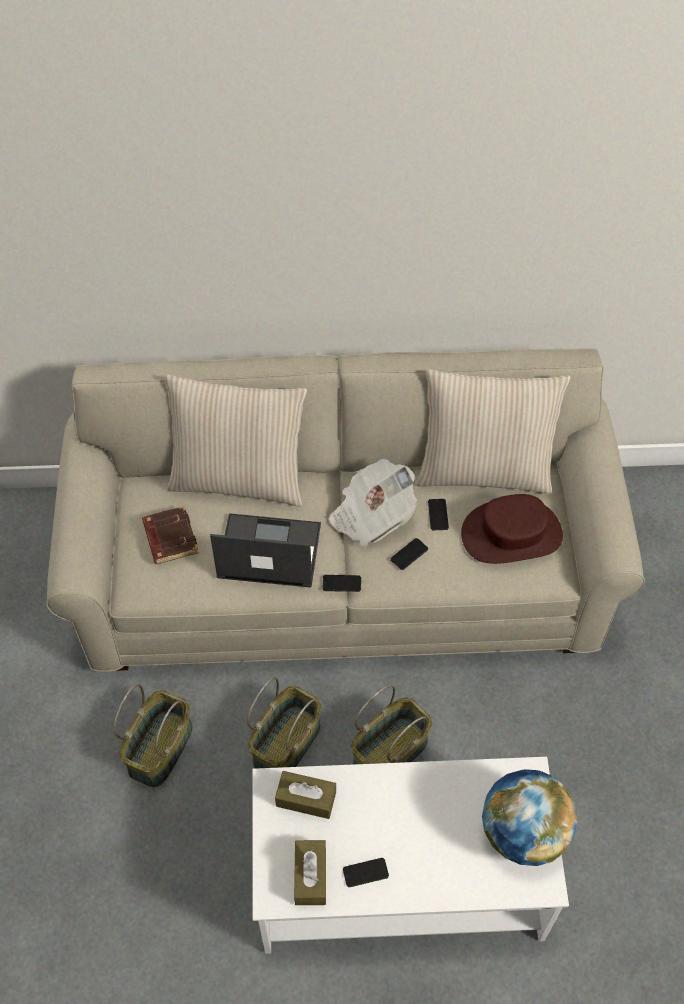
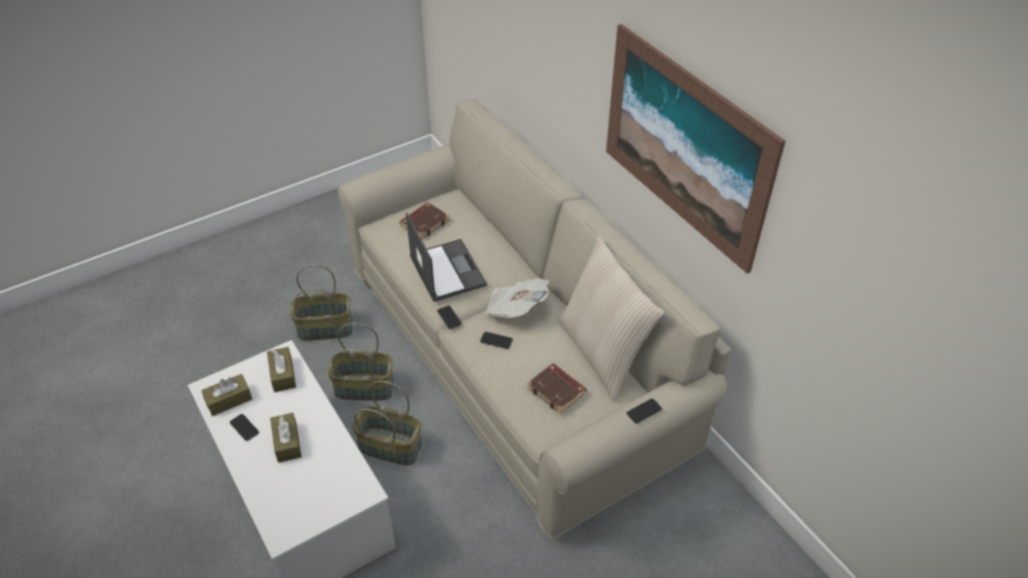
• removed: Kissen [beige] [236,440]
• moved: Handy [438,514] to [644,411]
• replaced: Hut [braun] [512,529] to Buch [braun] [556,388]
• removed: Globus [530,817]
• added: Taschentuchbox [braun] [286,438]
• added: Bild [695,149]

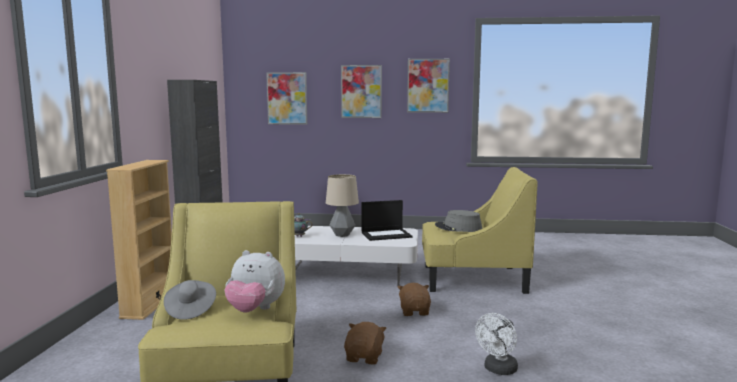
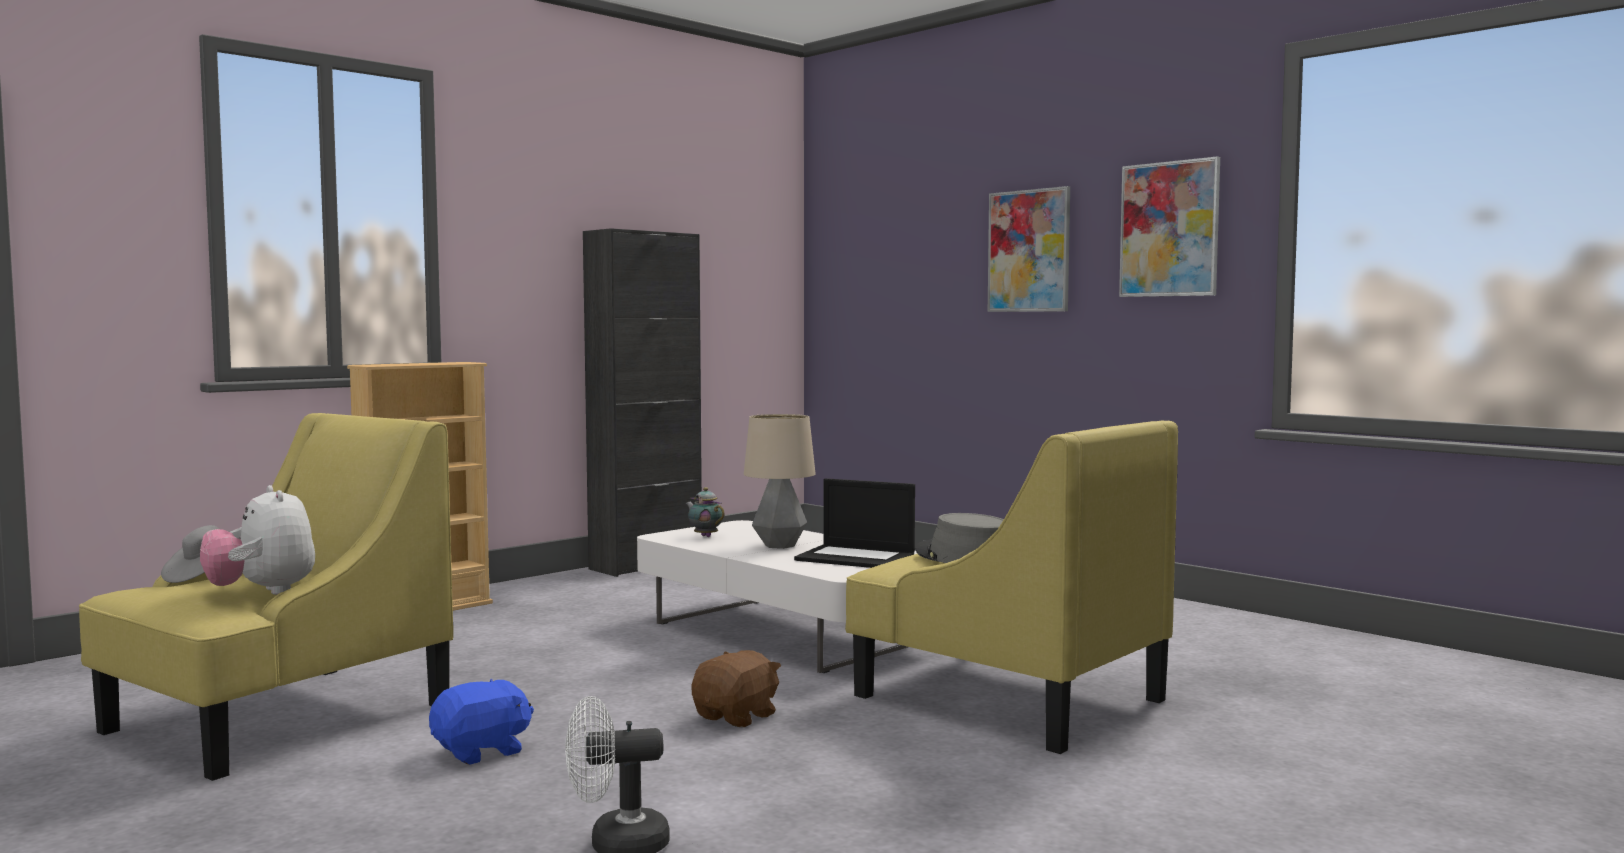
• removed: Bild [286,98]
• recoloured: Plüschtier [braun] [365,343] to Plüschtier [blau] [481,722]

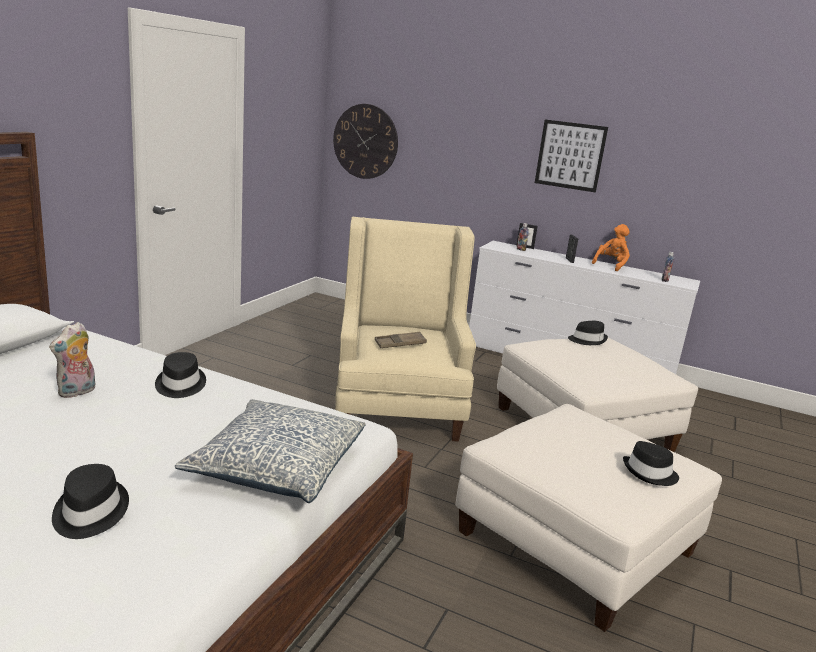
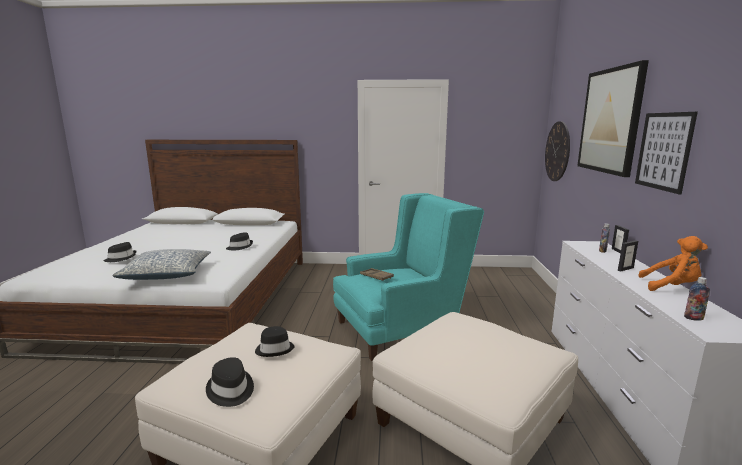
• removed: Plüschtier [72,360]
• recoloured: Sessel [beige] [405,329] to Sessel [türkis] [408,277]
• moved: Hut [schwarz] [588,333] to [275,341]
• added: Bild [613,118]

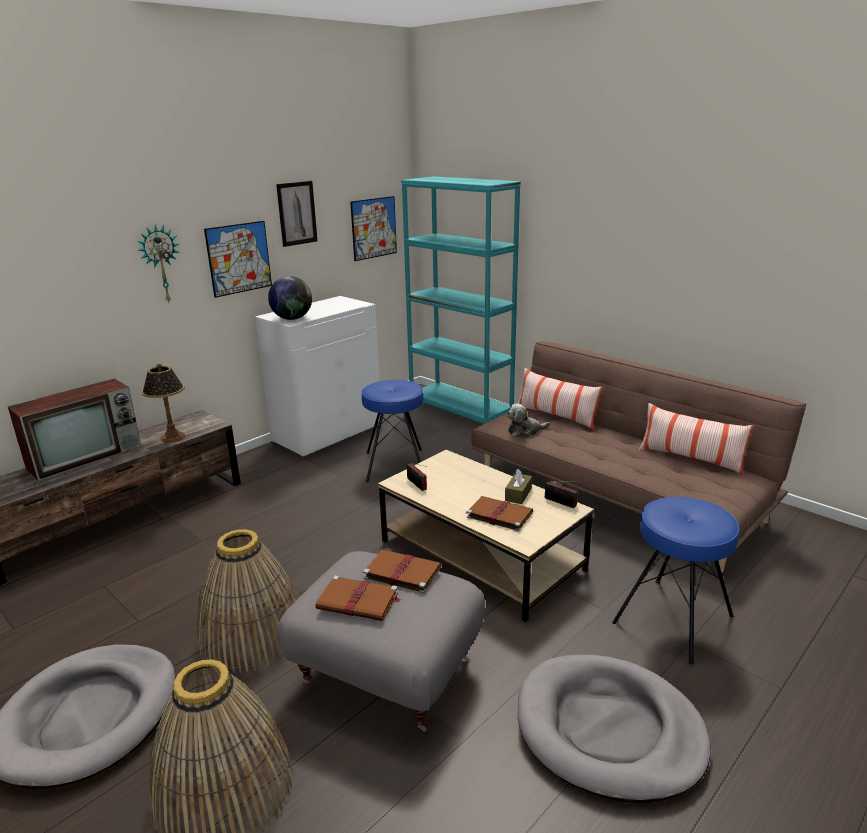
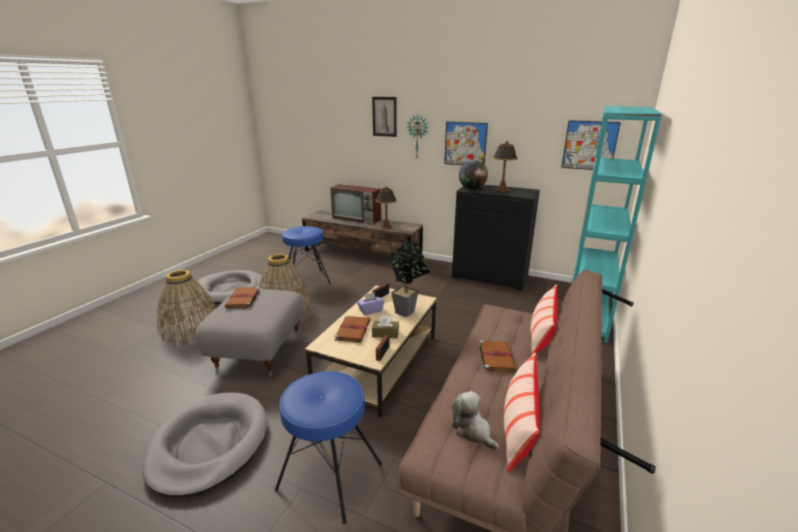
• recoloured: Schrank [weiß] [318,377] to Schrank [schwarz] [496,237]
• moved: Bild [297,214] to [384,117]
• moved: Hocker [blau] [393,431] to [306,256]
• moved: Buch [braun] [401,571] to [497,356]
• moved: Plüschtier [528,420] to [475,420]
• added: Taschentuchbox [lila] [370,303]
• added: Topfpflanze [410,278]
• added: Tischlampe [505,166]

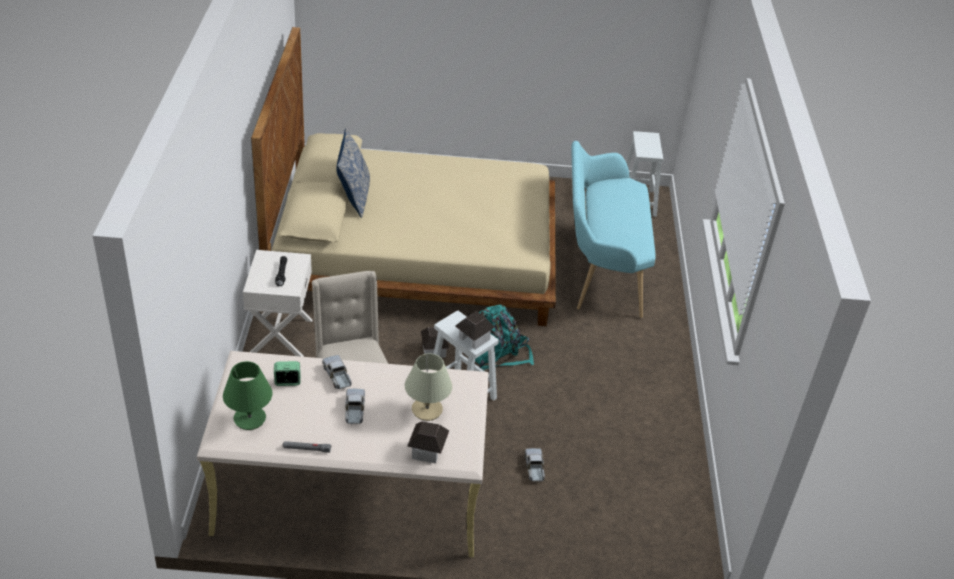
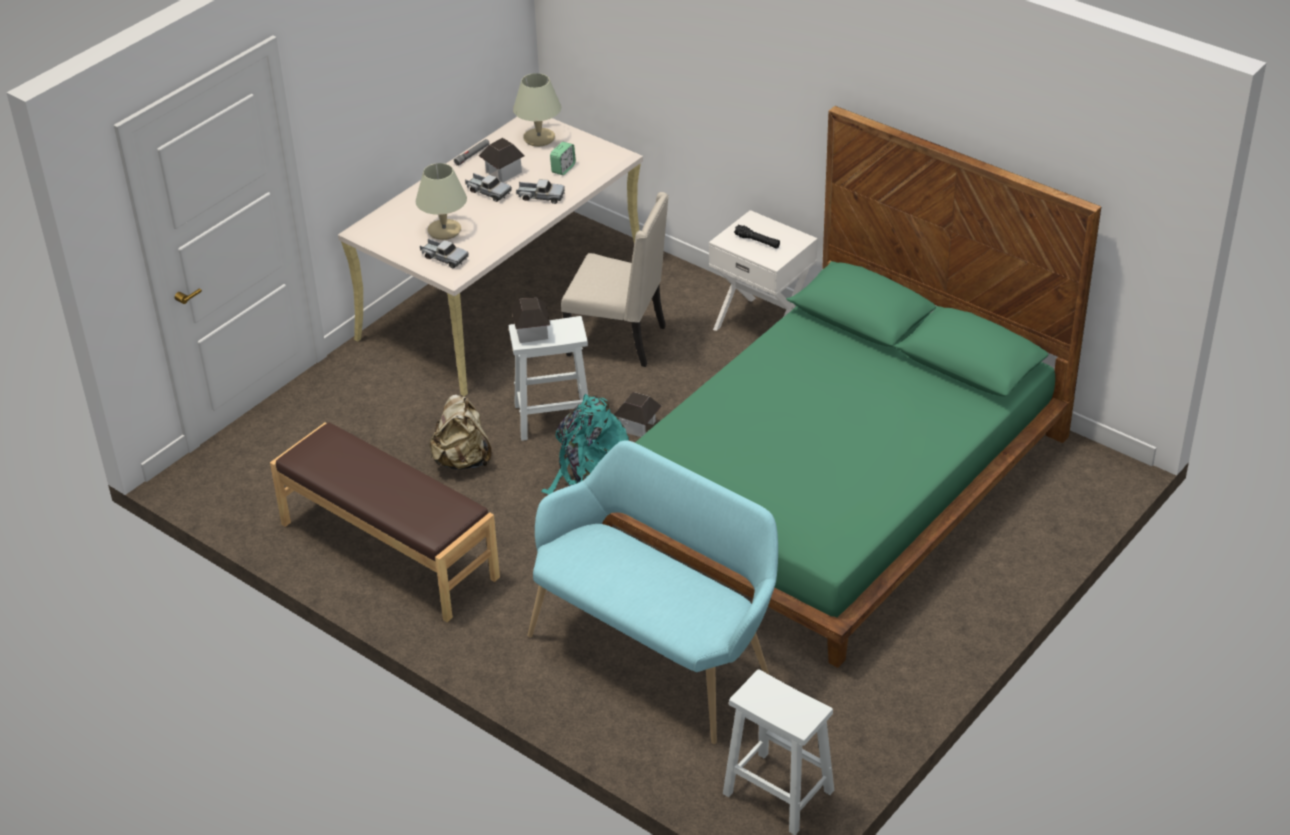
• recoloured: Tischlampe [grün] [248,395] to Tischlampe [beige] [537,109]
• recoloured: Bett [beige] [403,176] to Bett [grün] [851,387]
• removed: Kissen [353,173]
• moved: Spielzeughaus [428,442] to [502,160]
• moved: Spielzeuglaster [535,465] to [444,253]
• added: Bank [braun] [385,522]
• added: Rucksack [beige] [461,432]

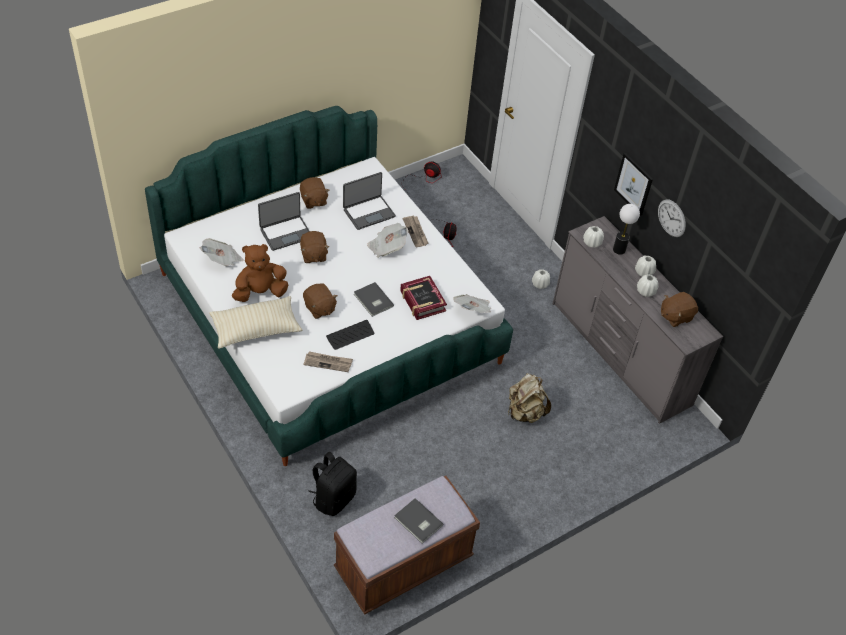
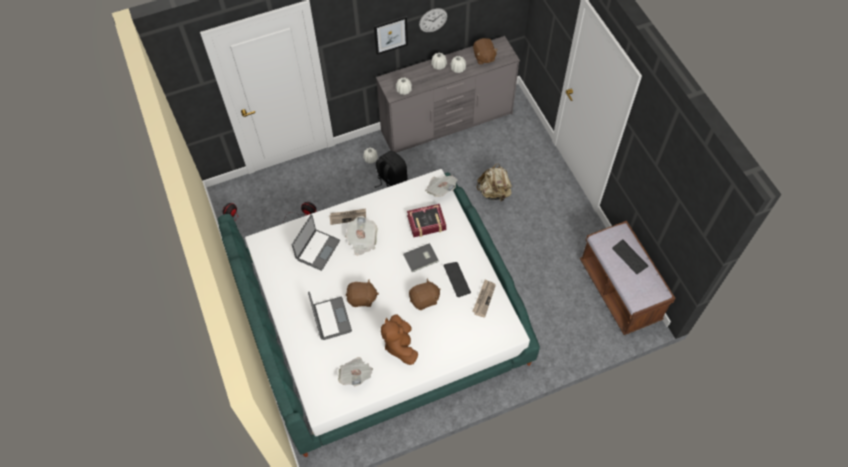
• removed: Kissen [beige] [256,322]
• removed: Plüschtier [braun] [314,193]
• moved: Rucksack [schwarz] [332,484] to [391,169]
• turned: Laptop [369,201] = [316,243] 45 degrees clockwise
• replaced: Buch [grau] [419,521] to Tastatur [630,257]
• removed: Tischlampe [626,229]

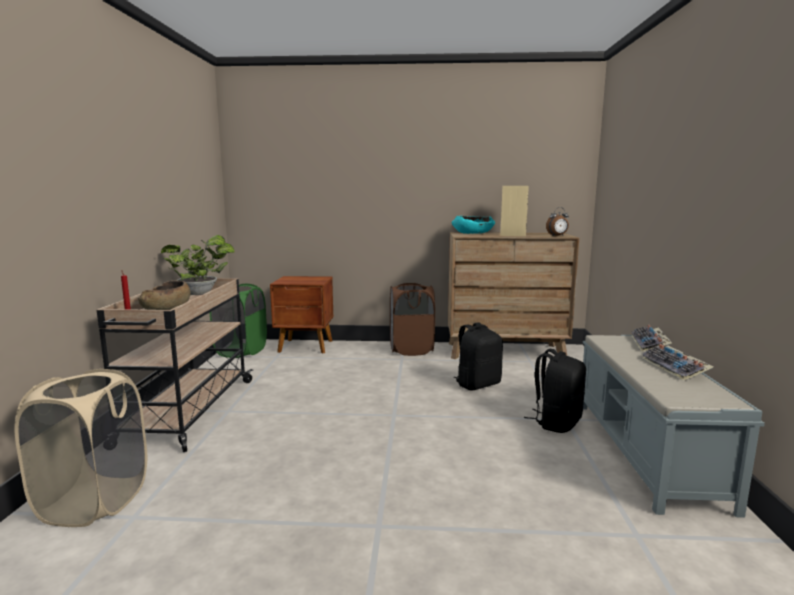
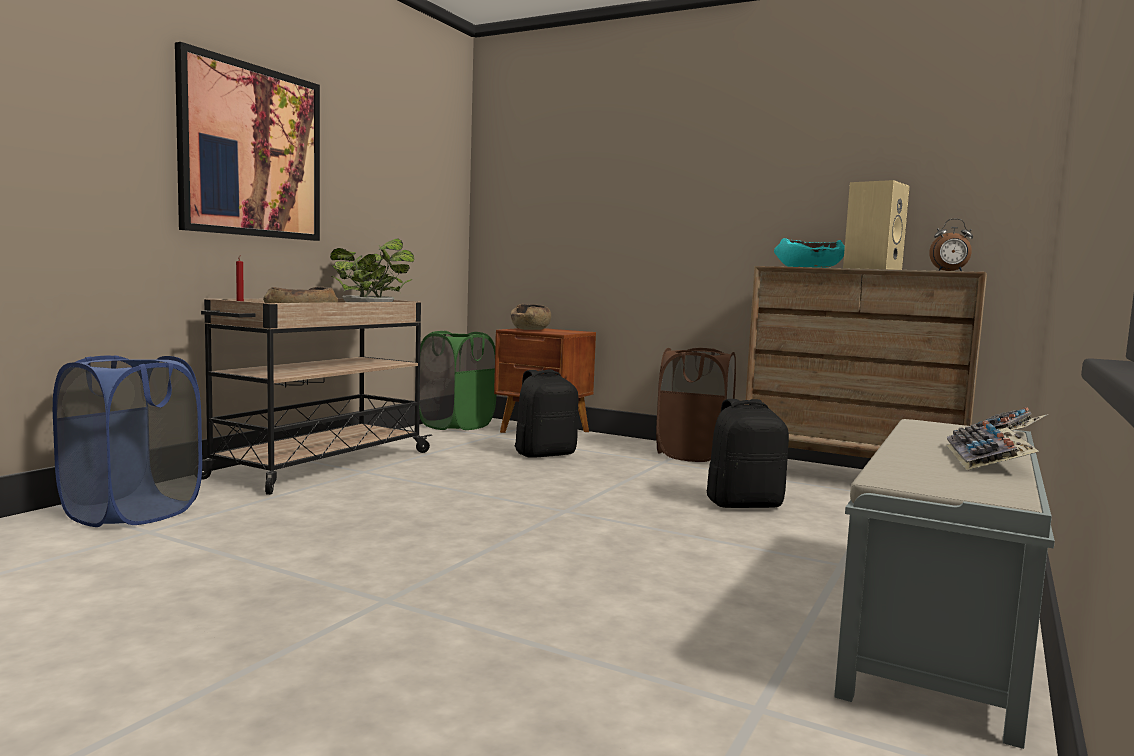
• recoloured: Wäschekorb [beige] [80,448] to Wäschekorb [blau] [127,441]
• moved: Rucksack [schwarz] [555,391] to [546,413]
• added: Bild [247,141]
• added: Schüssel [braun] [531,317]

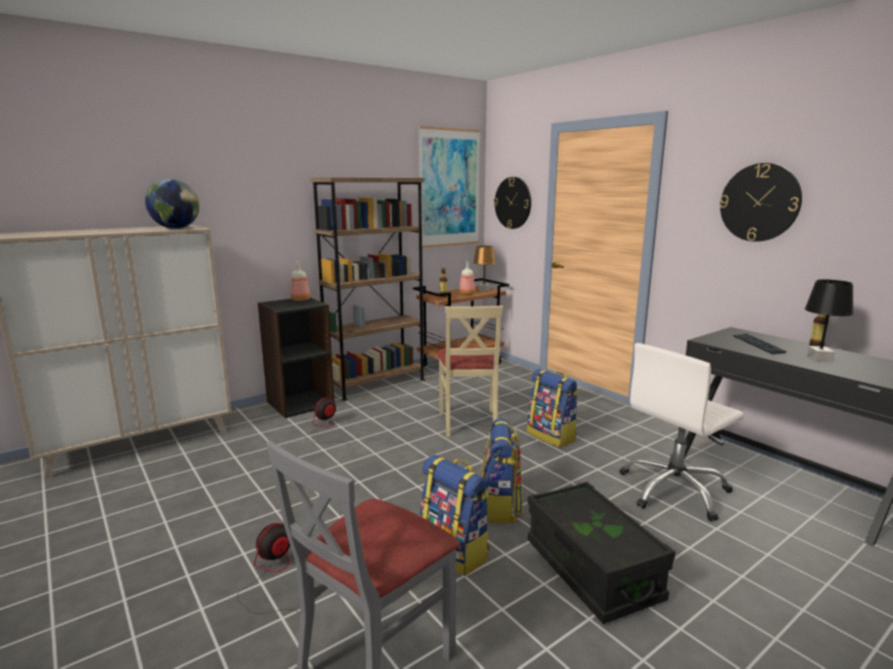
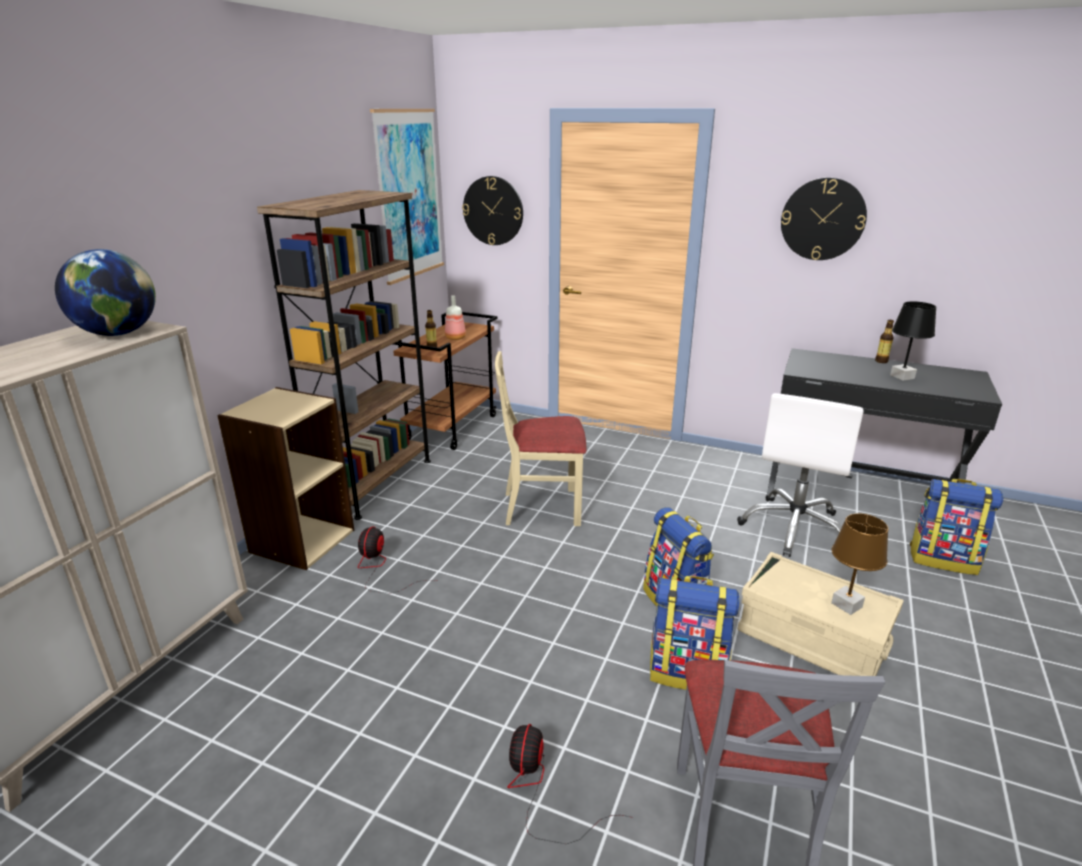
• recoloured: Bücherregal [schwarz] [296,357] to Bücherregal [beige] [285,478]
• removed: Flasche [300,281]
• turned: Stuhl [beige] [470,371] = [541,438] 120 degrees clockwise
• moved: Tischlampe [braun] [484,268] to [859,564]
• moved: Rucksack [552,408] to [956,527]
• recoloured: Aufbewahrungsbox [schwarz] [601,553] to Aufbewahrungsbox [beige] [821,614]
• removed: Tastatur [759,344]

